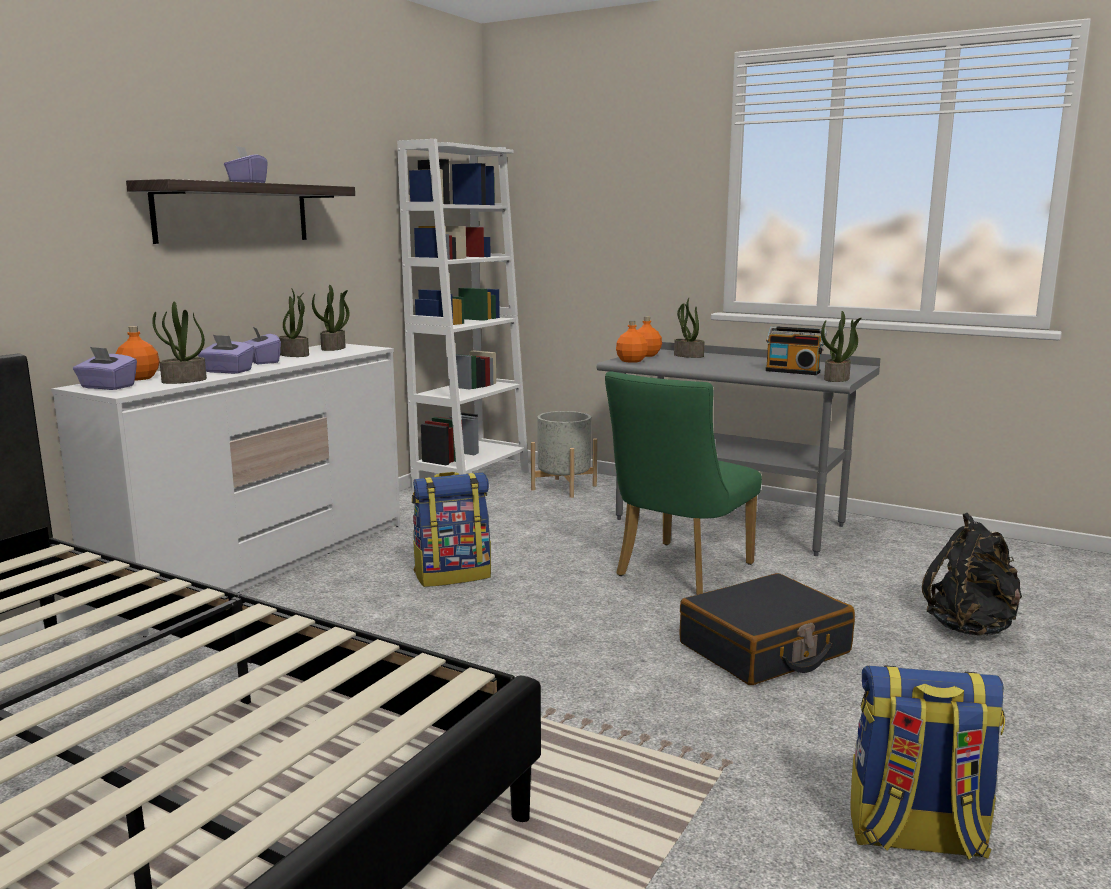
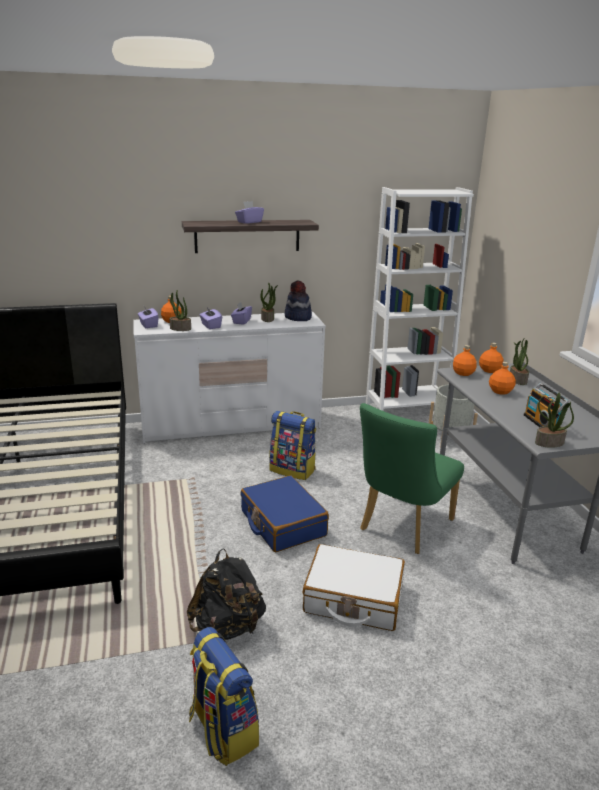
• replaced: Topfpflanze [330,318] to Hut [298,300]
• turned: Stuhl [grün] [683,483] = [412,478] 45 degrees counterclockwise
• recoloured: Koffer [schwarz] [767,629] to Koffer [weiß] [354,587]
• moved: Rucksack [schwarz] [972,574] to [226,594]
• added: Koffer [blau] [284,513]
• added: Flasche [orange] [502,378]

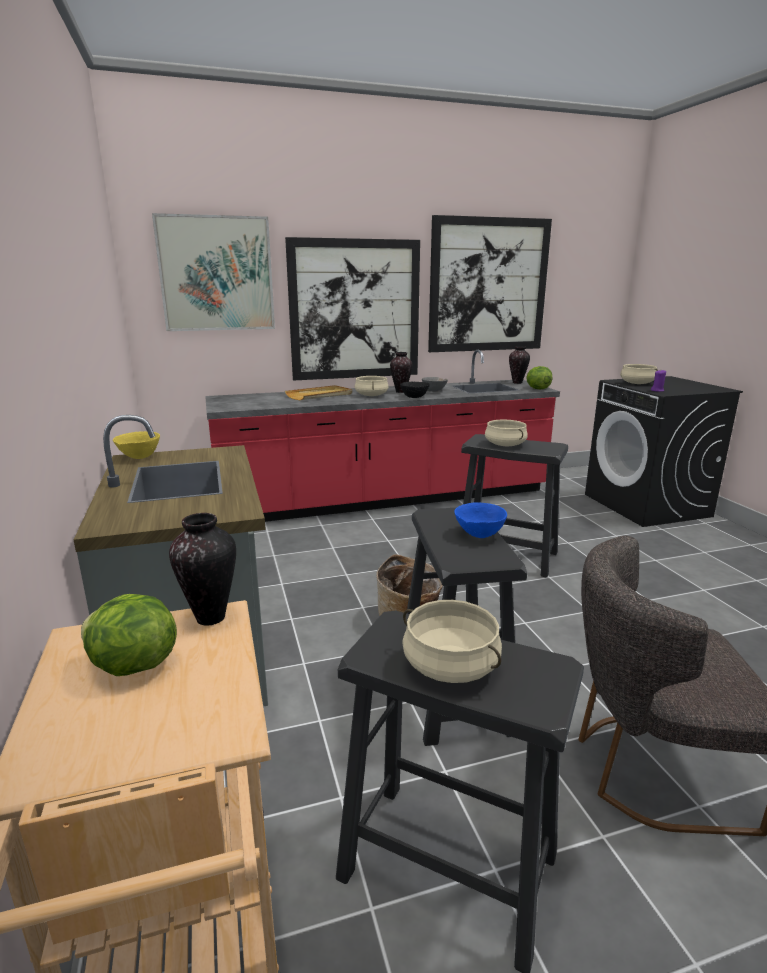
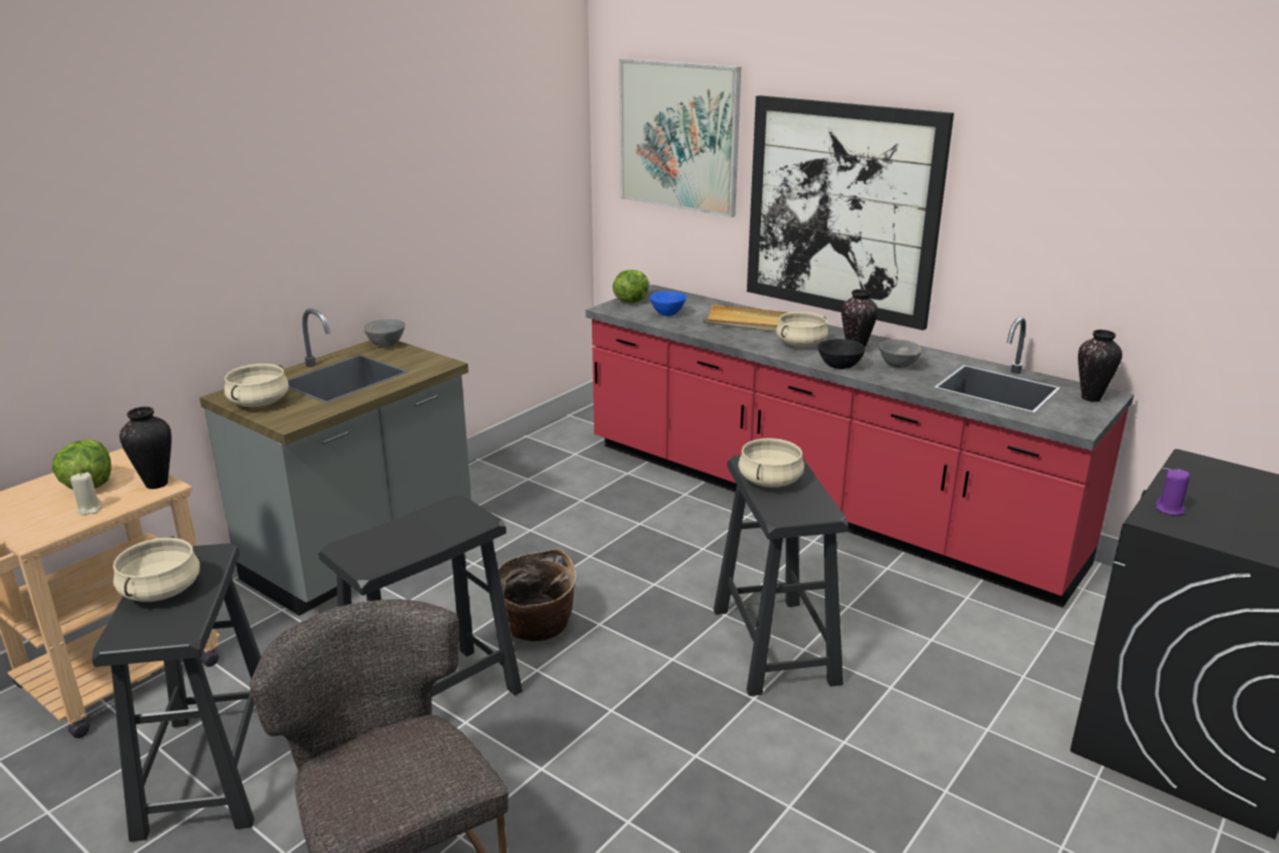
• recoloured: Schüssel [gelb] [136,445] to Schüssel [grau] [384,333]
• removed: Bild [490,283]
• moved: Schüssel [blau] [480,520] to [668,303]
• moved: Salatkopf [539,377] to [631,286]
• moved: Kochtopf [beige] [639,374] to [256,385]
• added: Kerze [beige] [86,493]

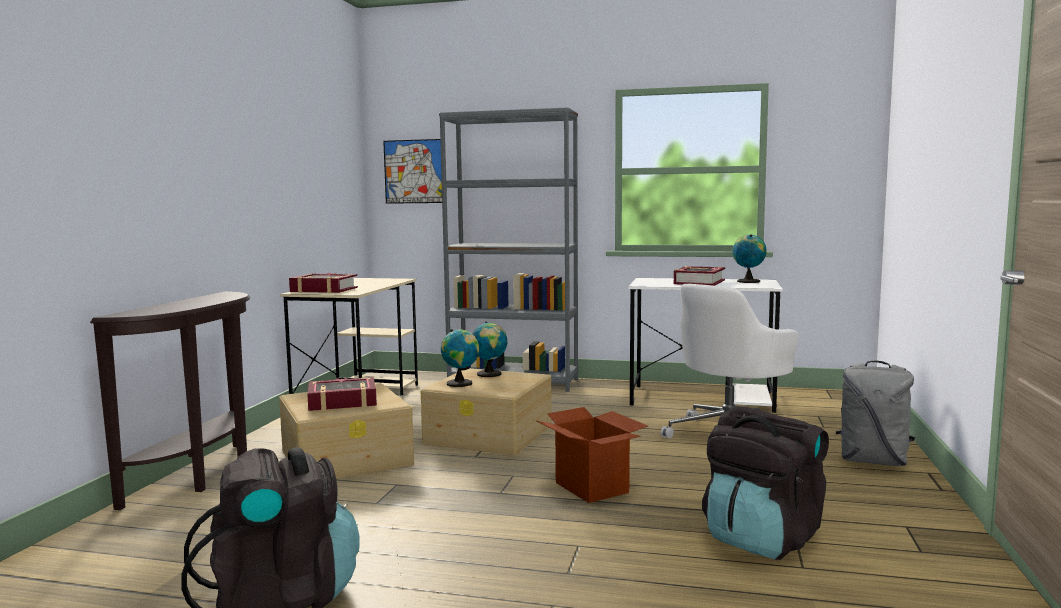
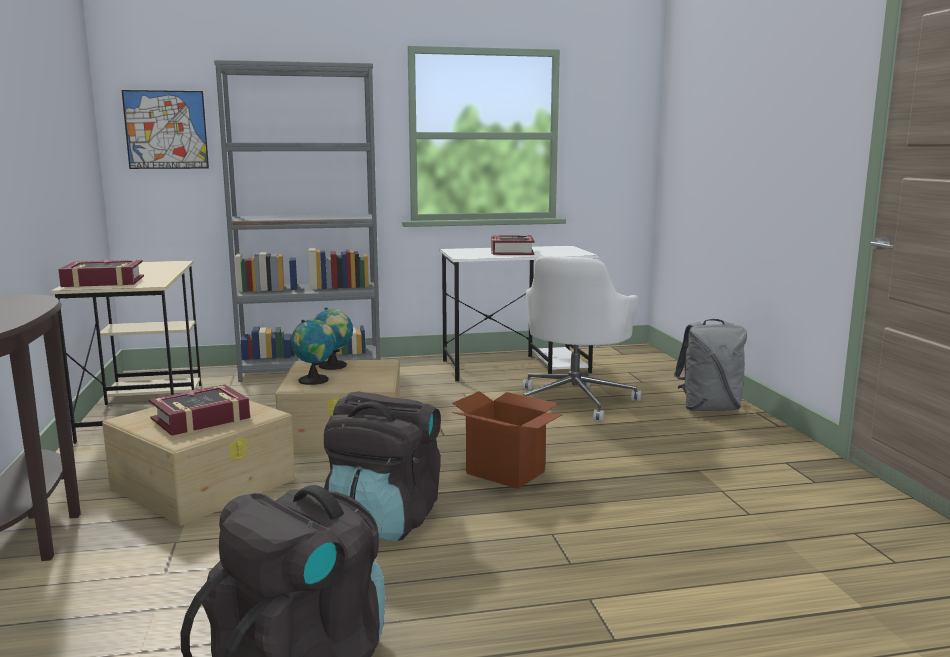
• moved: Rucksack [schwarz] [765,483] to [382,466]
• removed: Globus [749,259]

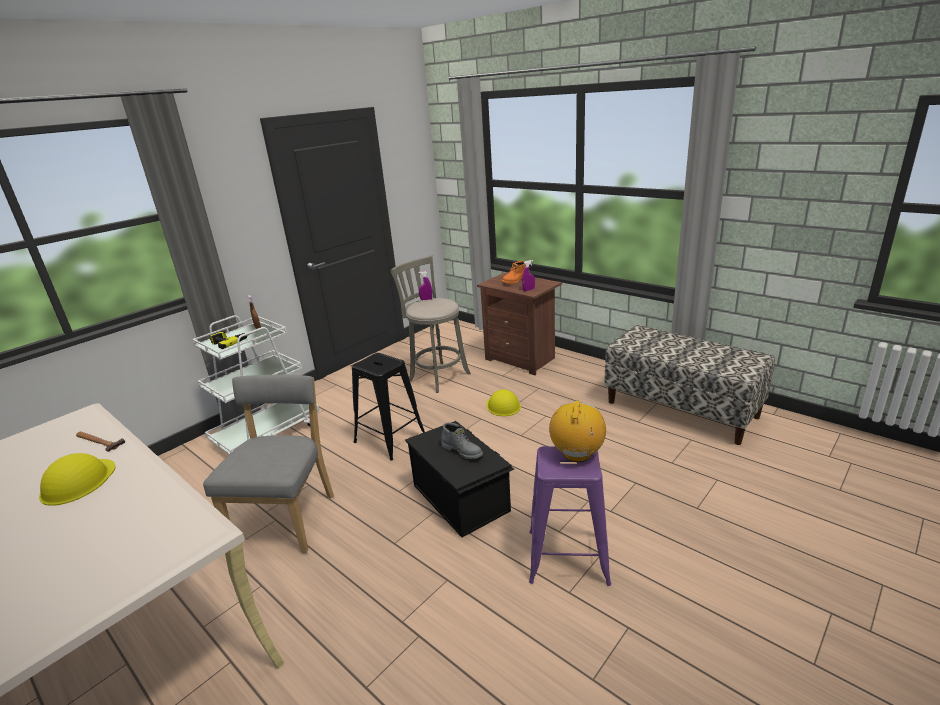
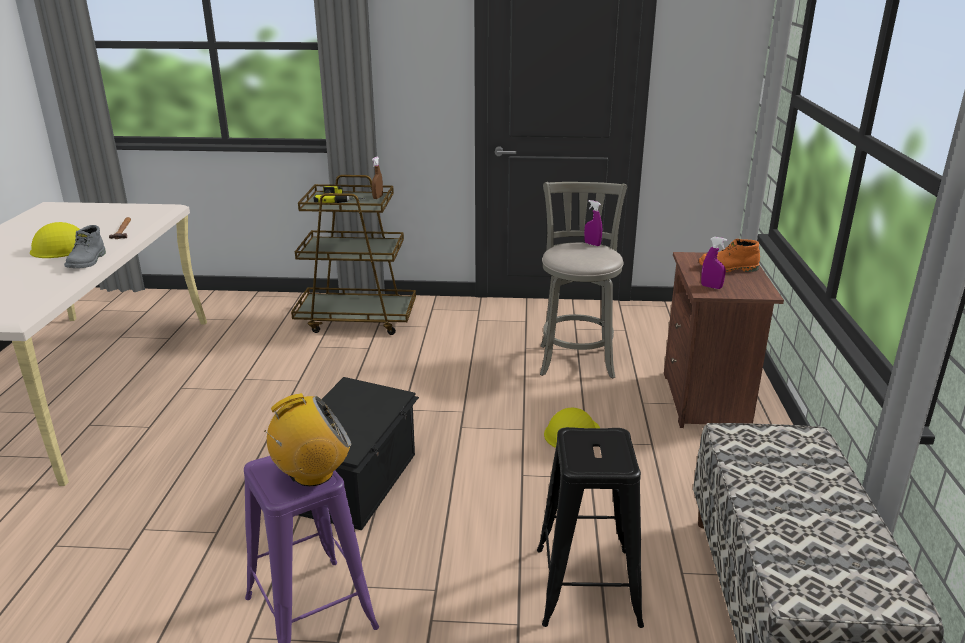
• recoloured: Rollwagen [weiß] [256,384] to Rollwagen [braun] [353,255]
• removed: Stuhl [grau] [268,464]
• moved: Hocker [schwarz] [388,407] to [590,527]
• moved: Stiefel [grau] [462,441] to [85,246]

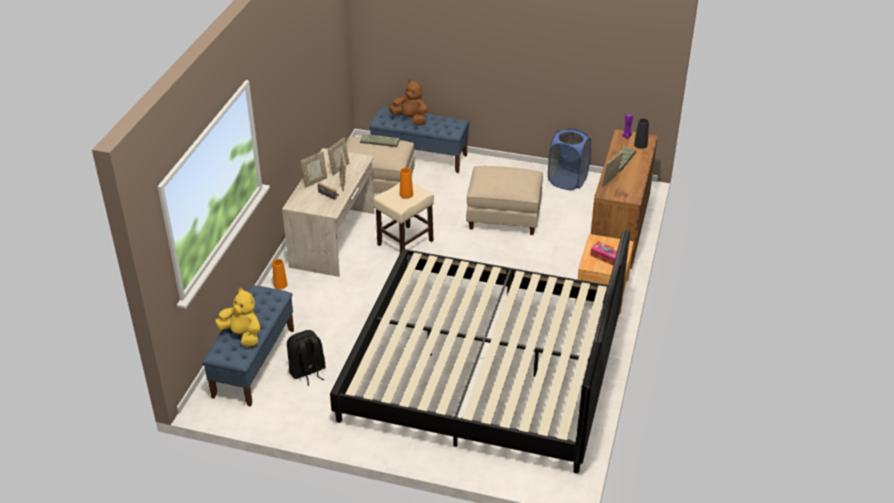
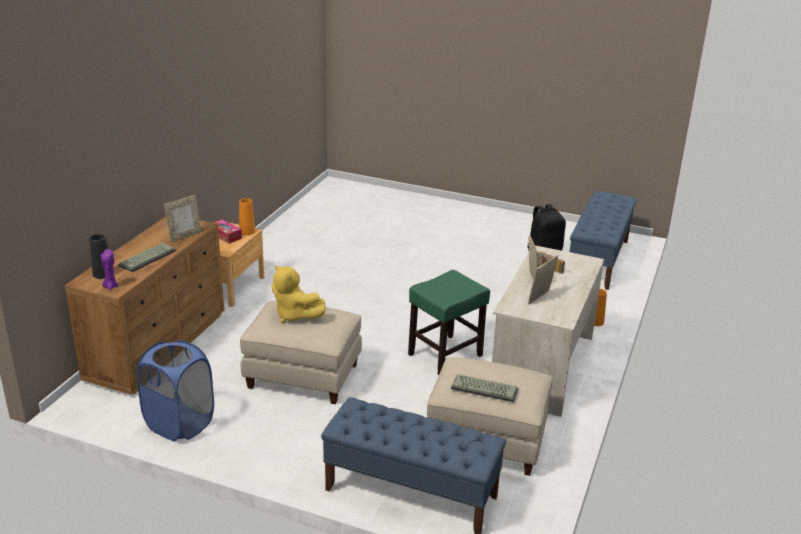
• moved: Plüschtier [gelb] [237,317] to [298,294]
• removed: Bilderrahmen [313,169]
• removed: Bett [480,351]
• recoloured: Hocker [beige] [404,217] to Hocker [grün] [449,322]
• removed: Plüschtier [braun] [408,102]
• moved: Vase [orange] [406,183] to [247,216]

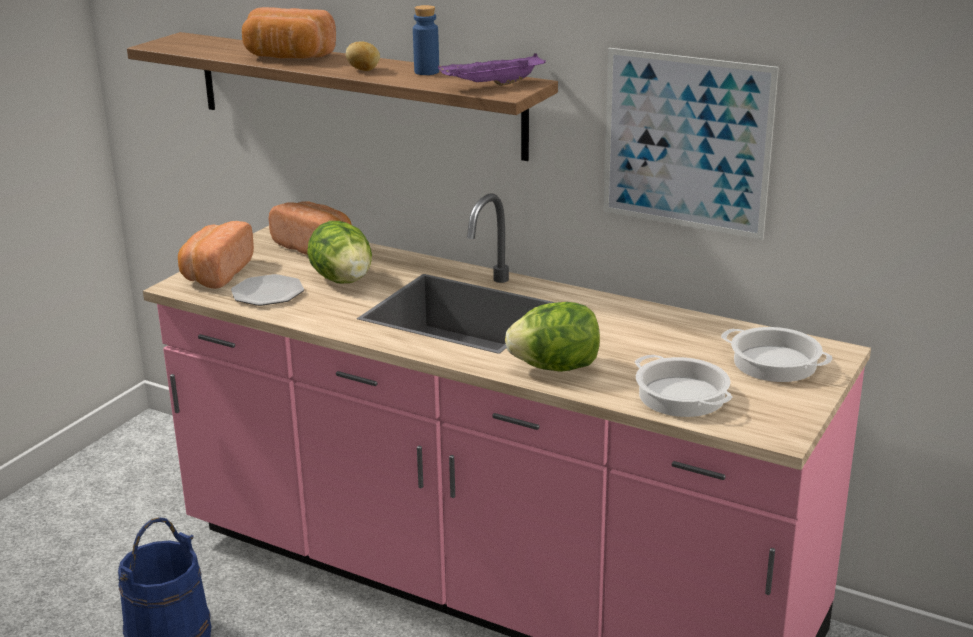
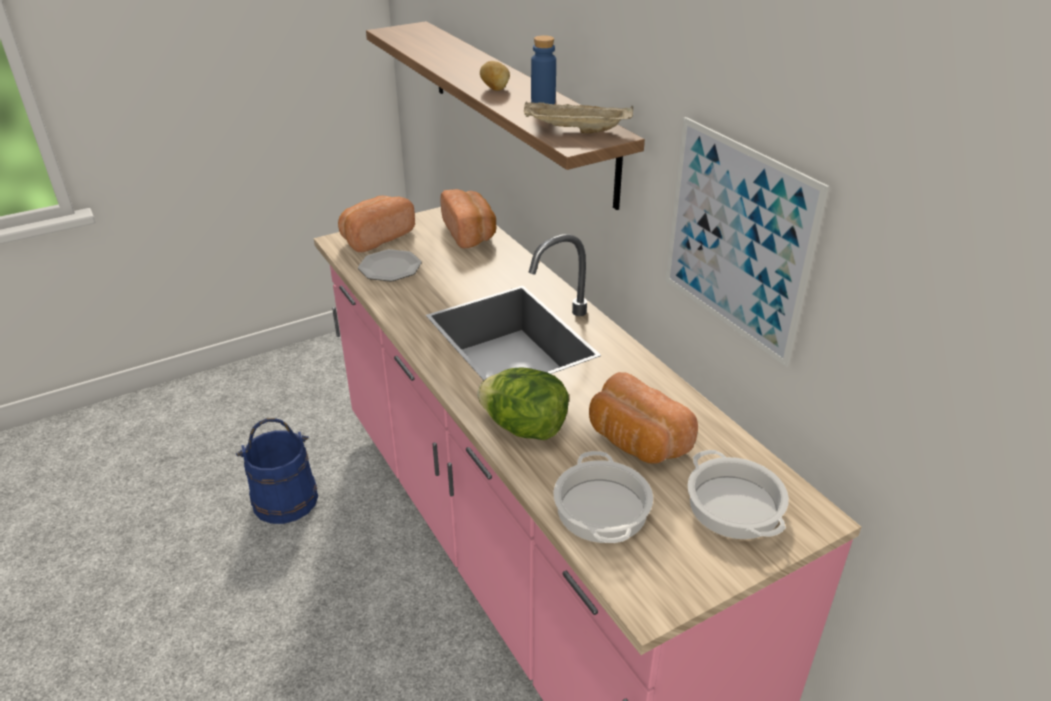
• moved: Brot [289,33] to [643,418]
• removed: Salatkopf [339,252]
• recoloured: Tablett [lila] [492,69] to Tablett [beige] [578,117]

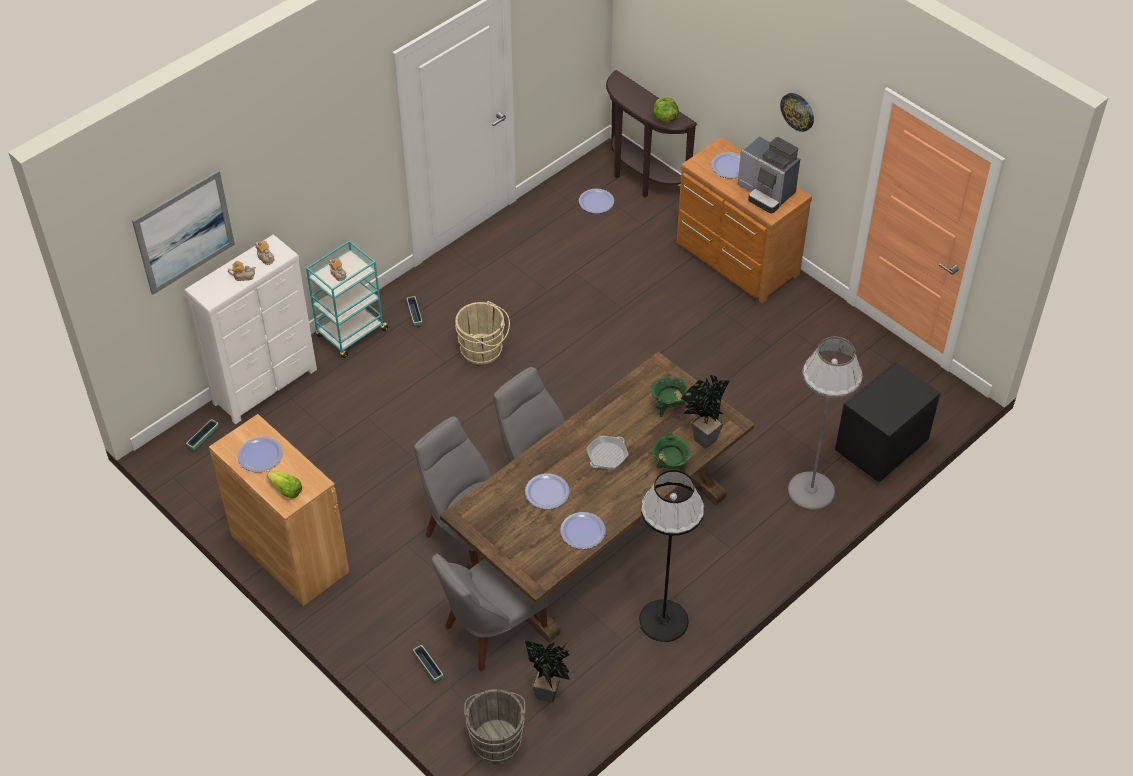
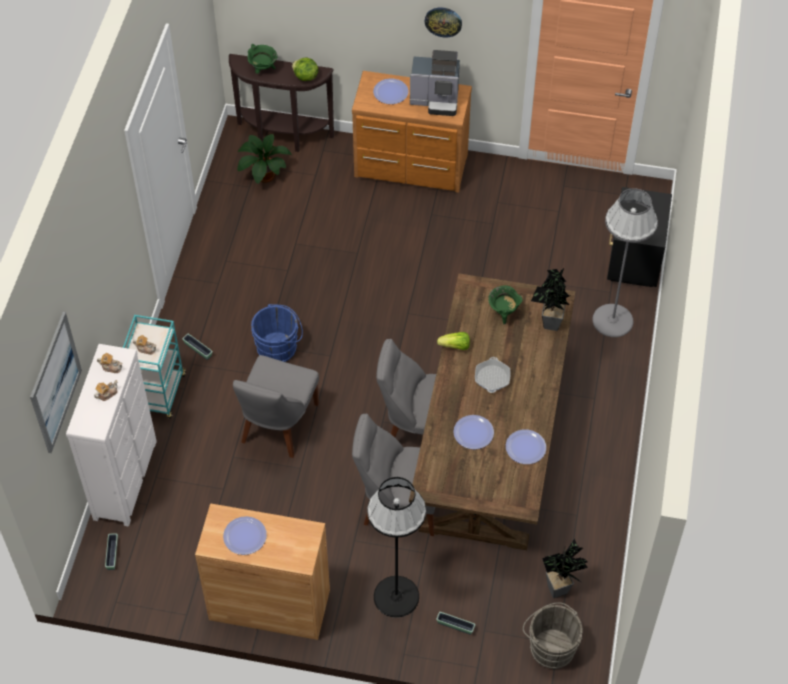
• moved: Salatkopf [284,485] to [453,341]
• moved: Stuhl [grau] [490,613] to [276,406]
• recoloured: Eimer [beige] [482,333] to Eimer [blau] [277,333]
• replaced: Teller [596,201] to Topfpflanze [264,159]
• moved: Stehlampe [schwarz] [672,556] to [396,547]
• moved: Kochtopf [grün] [671,452] to [262,58]

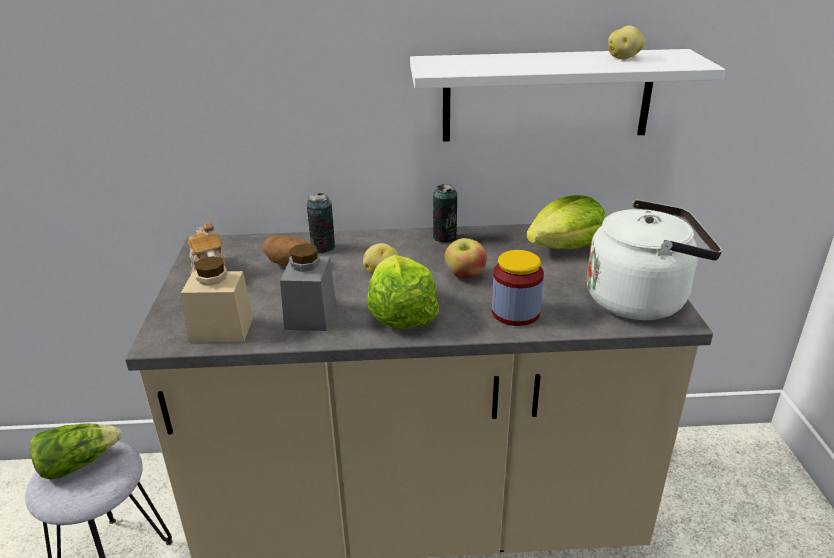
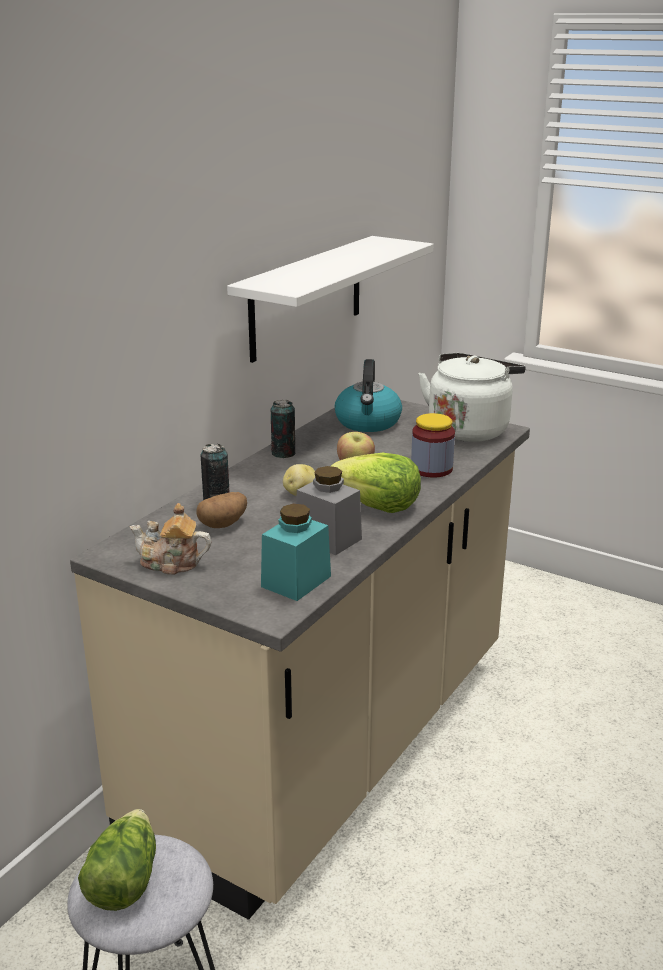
• recoloured: Vorratsglas [beige] [217,299] to Vorratsglas [türkis] [296,552]
• replaced: Salatkopf [566,222] to Wasserkessel [368,395]
• removed: Kartoffel [626,42]

